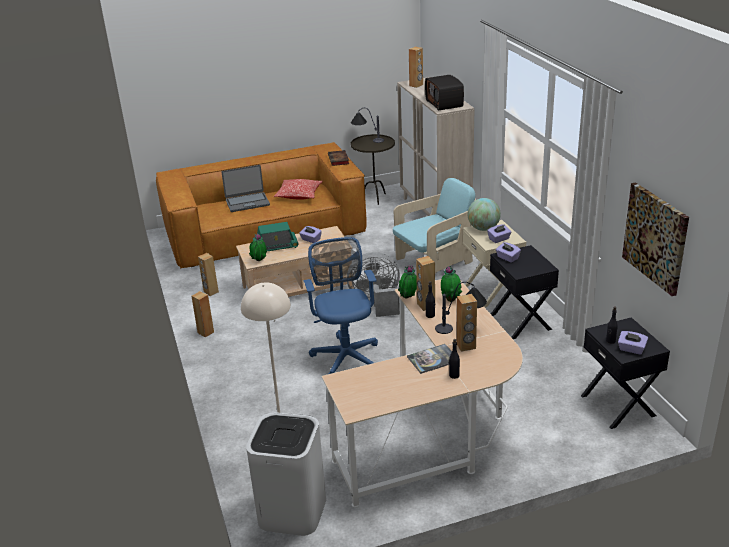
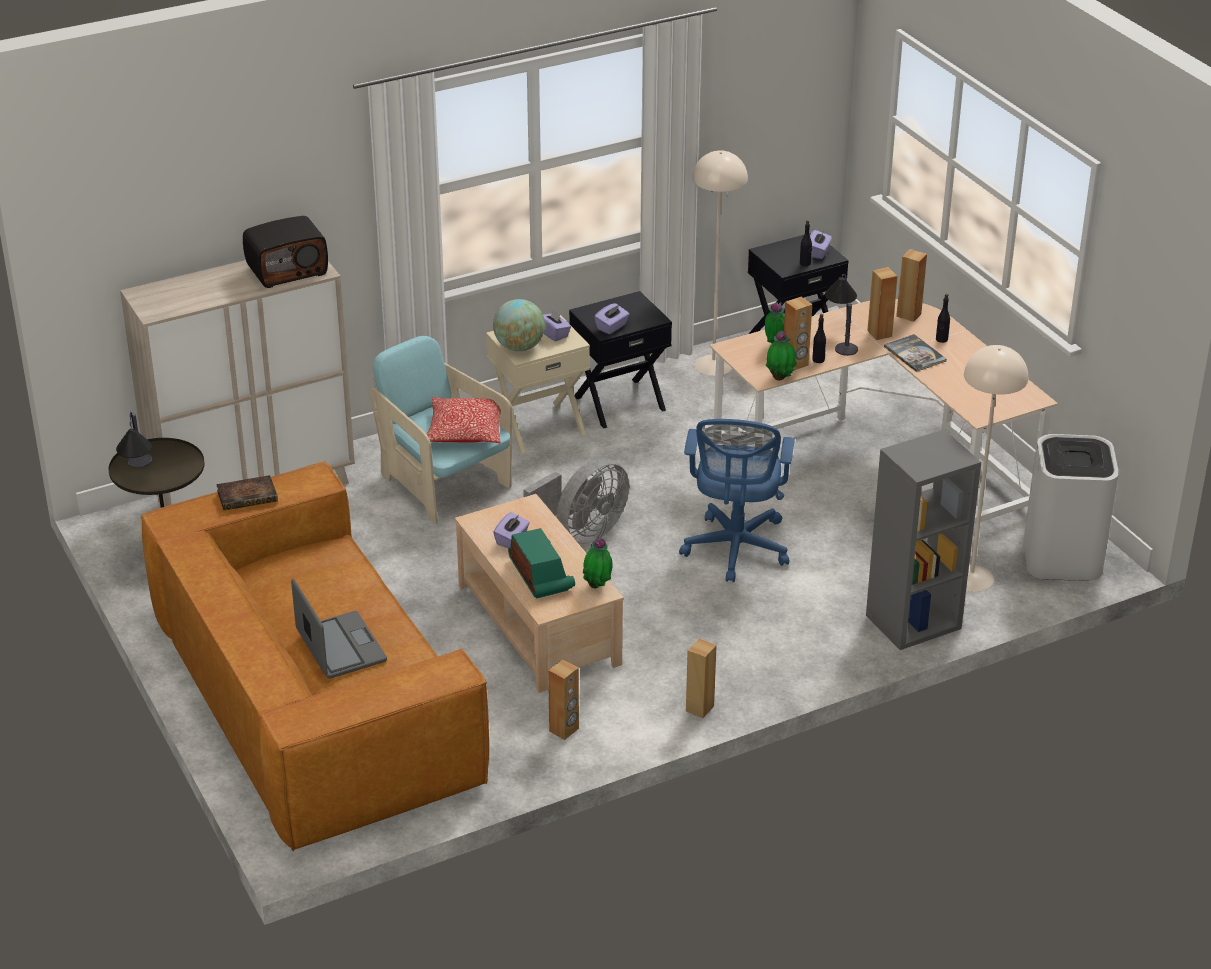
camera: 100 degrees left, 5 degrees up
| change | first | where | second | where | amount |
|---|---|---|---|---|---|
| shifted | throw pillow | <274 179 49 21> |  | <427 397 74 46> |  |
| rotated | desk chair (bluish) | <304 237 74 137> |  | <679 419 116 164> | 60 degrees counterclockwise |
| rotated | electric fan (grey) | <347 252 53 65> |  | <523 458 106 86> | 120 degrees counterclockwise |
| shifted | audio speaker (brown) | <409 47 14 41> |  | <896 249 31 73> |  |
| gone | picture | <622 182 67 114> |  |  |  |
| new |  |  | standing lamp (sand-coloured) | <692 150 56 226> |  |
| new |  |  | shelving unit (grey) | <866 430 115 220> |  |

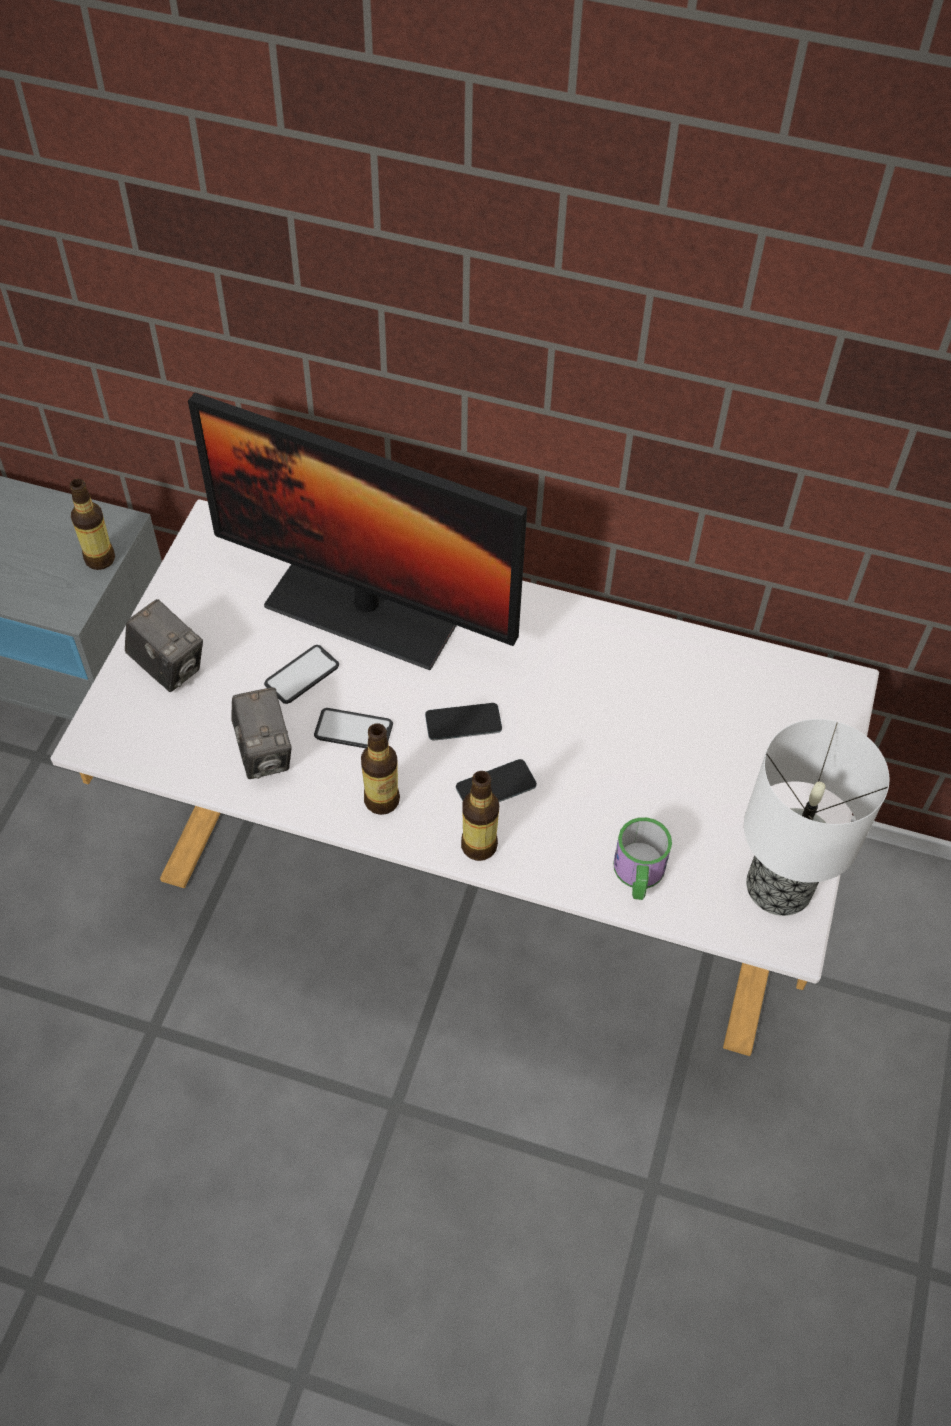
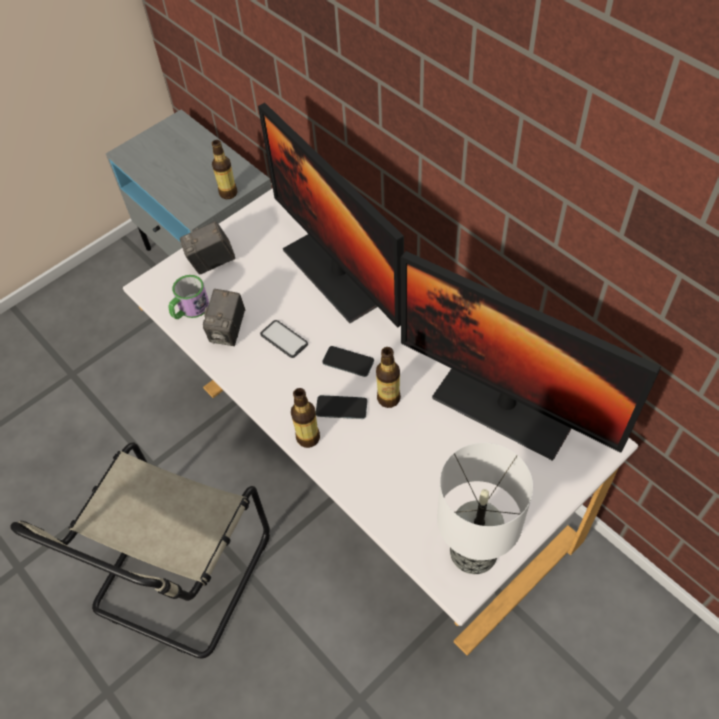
camera: 35 degrees right, 0 degrees up
| change | first | where | second | where | amount |
|---|---|---|---|---|---|
| rotated | still camera | <125 599 78 93> |  | <180 221 55 53> | 90 degrees clockwise |
| gone | handset | <264 645 75 59> |  |  |  |
| shifted | drink bottle | <361 723 39 92> |  | <376 347 25 61> |  |
| shifted | coffee mug | <613 817 59 83> |  | <168 275 41 44> |  |
| new |  |  | chair (sand-coloured) | <10 443 260 216> |  |
| new |  |  | monitor | <400 251 261 210> |  |

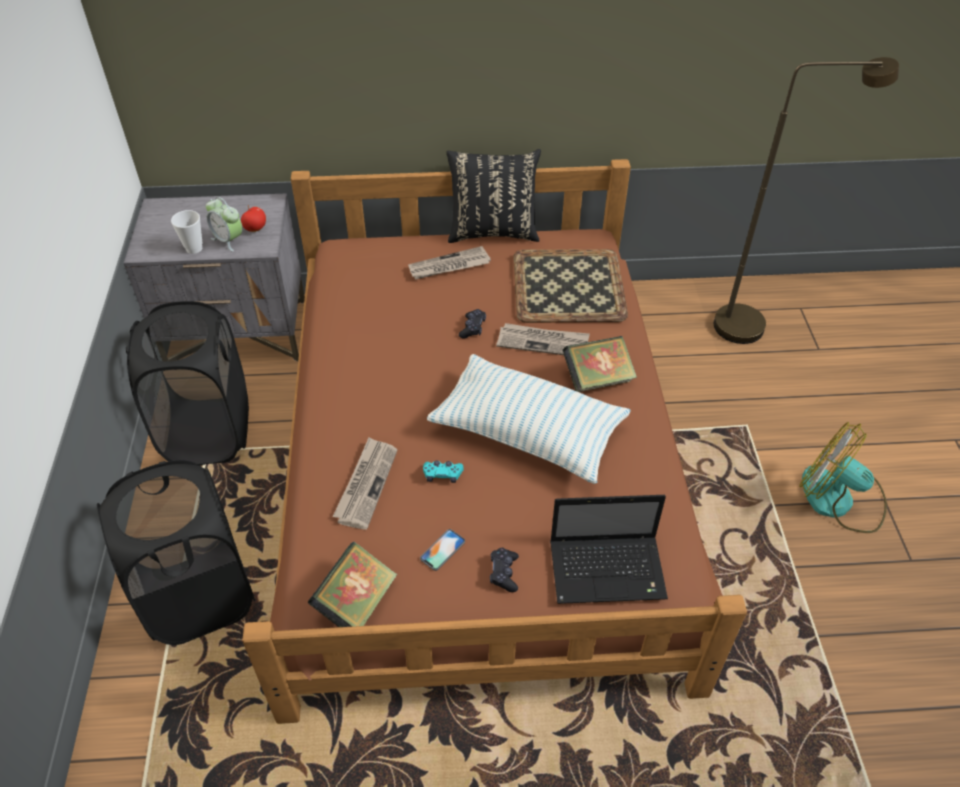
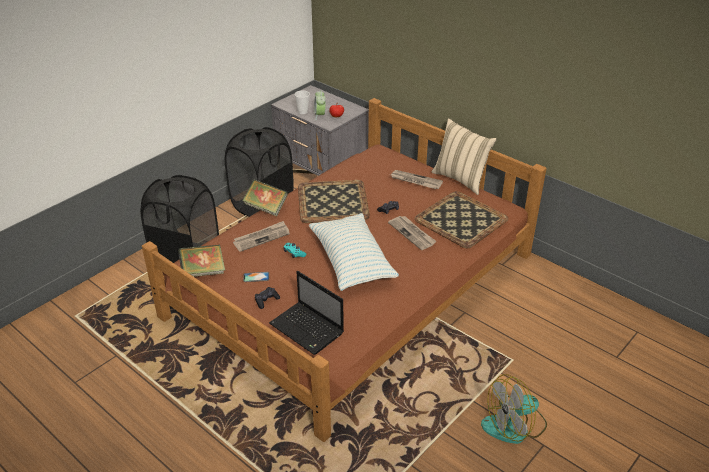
camera: 45 degrees right, 10 degrees down
| change | first | where | second | where | amount |
|---|---|---|---|---|---|
| repainted | throw pillow (blackish) | <446 149 95 94> | throw pillow (sand-coloured) | <432 118 65 77> |  |
| shifted | volume | <563 336 74 56> |  | <243 179 45 37> |  |
| gone | standing lamp (brown) | <714 57 185 287> |  |  |  |
| rotated | electric fan | <799 422 88 111> |  | <481 374 66 70> | 105 degrees counterclockwise |
| new |  |  | serving tray | <298 180 72 43> |  |

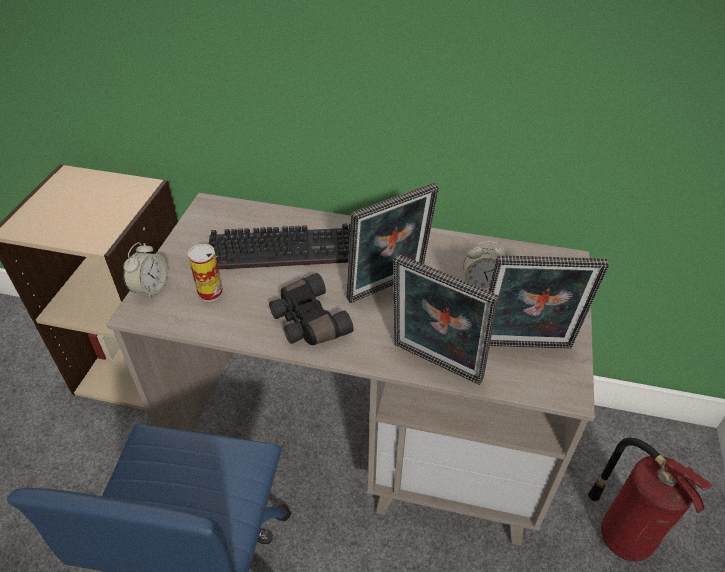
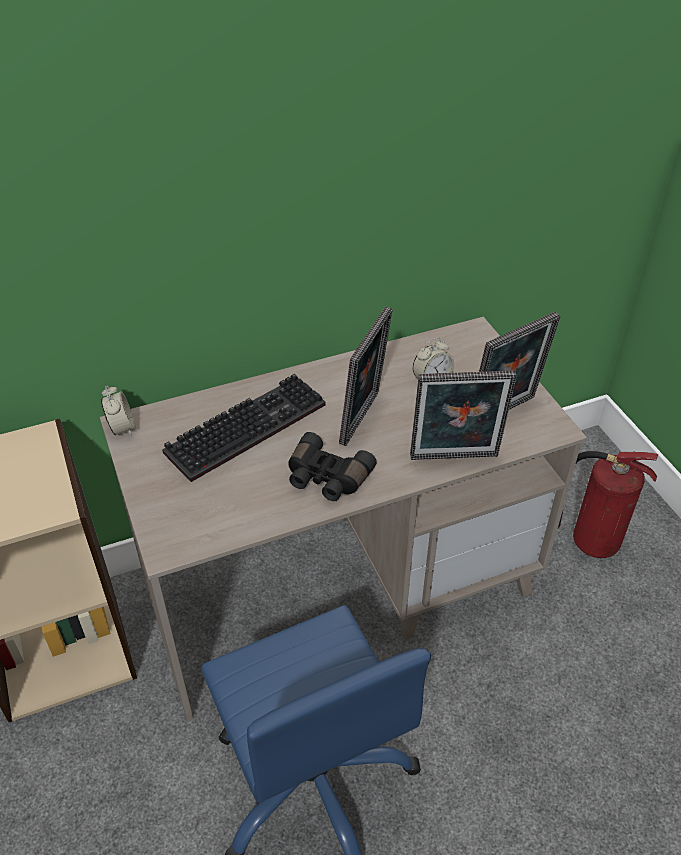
camera: 35 degrees left, 0 degrees up
| change | first | where | second | where | amount |
|---|---|---|---|---|---|
| shifted | table clock | <123 242 45 58> |  | <101 386 34 50> |  |
| gone | can | <188 244 35 58> |  |  |  |

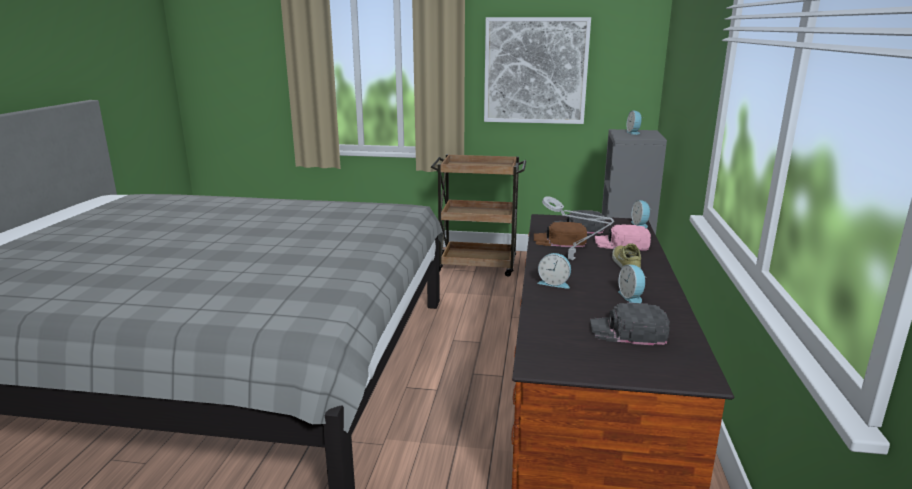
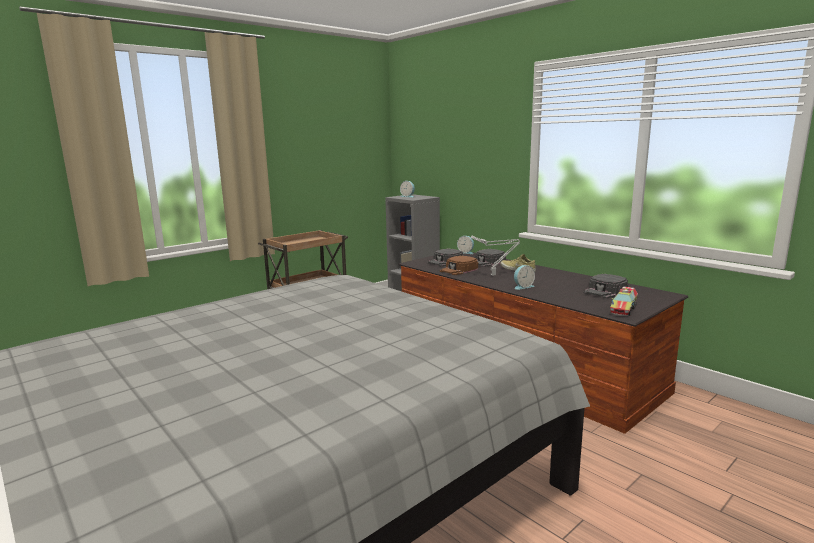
camera: 50 degrees left, 5 degrees down
| change | first | where | second | where | amount |
|---|---|---|---|---|---|
| gone | picture | <484 17 107 107> |  |  |  |
| repainted | baseball cap (pink) | <595 224 56 27> | baseball cap (blackish) | <475 249 31 18> |  |
| gone | table clock | <618 265 29 38> |  |  |  |
| new |  |  | toy lorry | <610 286 28 30> |  |

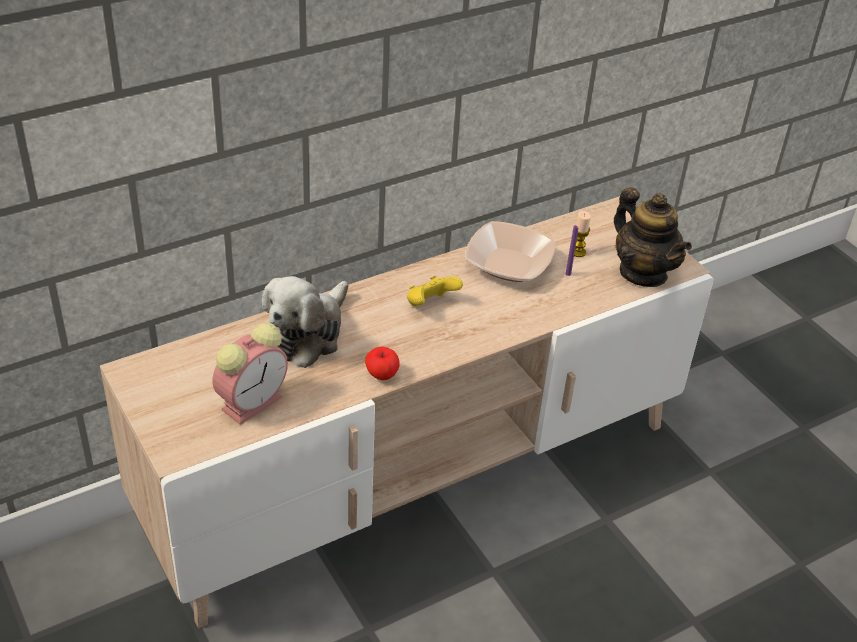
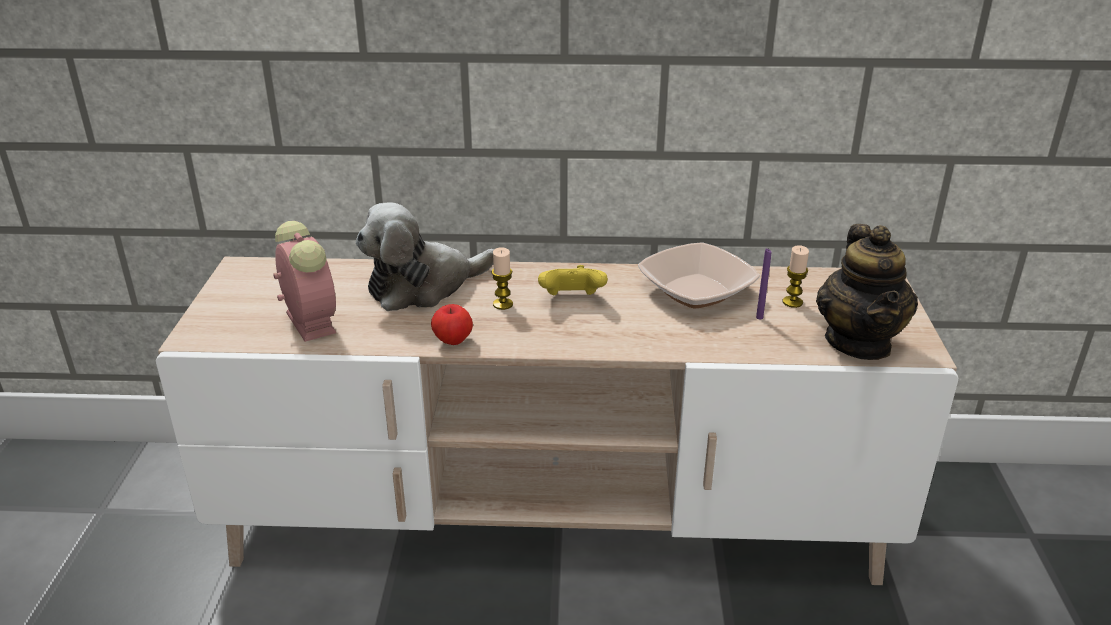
camera: 35 degrees right, 10 degrees down
| change | first | where | second | where | amount |
|---|---|---|---|---|---|
| rotated | table clock | <212 323 76 102> |  | <273 221 63 121> | 105 degrees counterclockwise |
| new |  |  | wax candle | <492 247 21 63> |  |

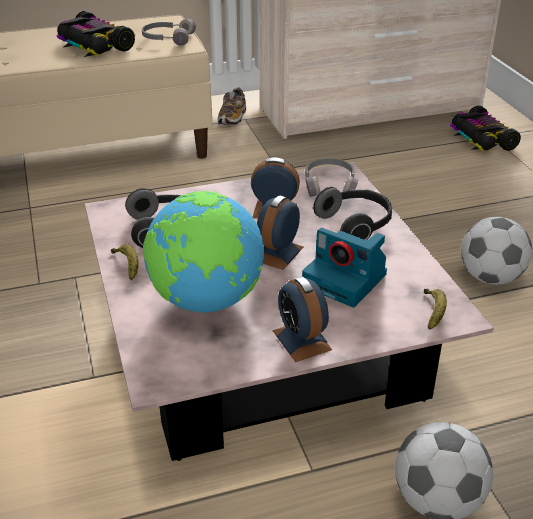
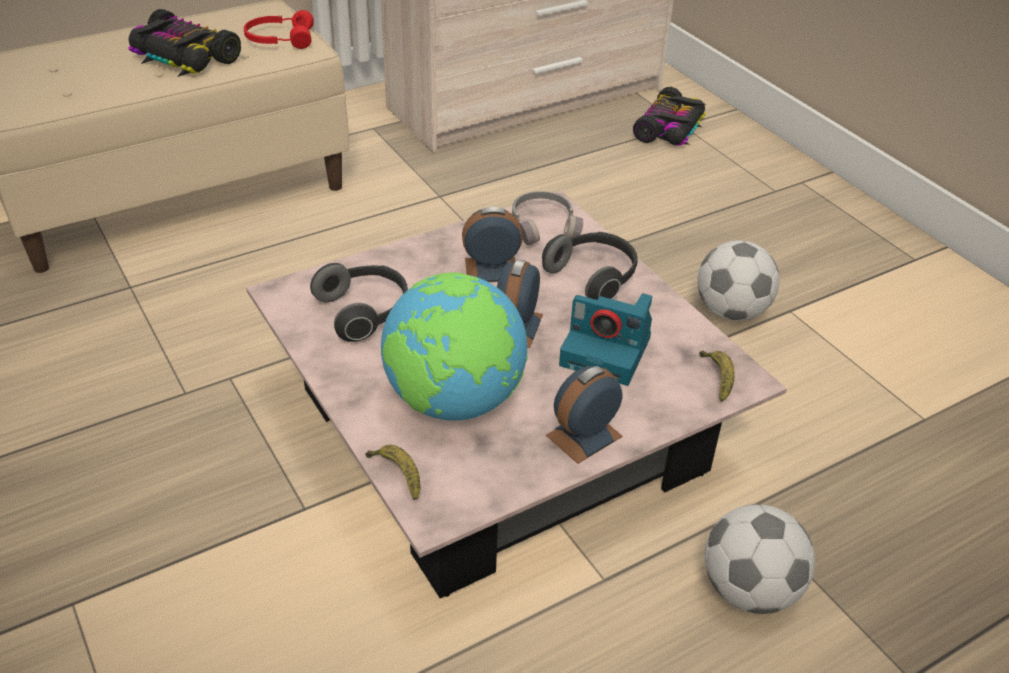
camera: 15 degrees left, 5 degrees up
| change | first | where | second | where | amount |
|---|---|---|---|---|---|
| shifted | whole banana | <111 244 28 36> |  | <365 445 55 55> |  |
| repainted | headset (grey) | <142 19 54 27> | headset (red) | <244 10 70 39> |  |
| gone | shoe | <218 87 28 39> |  |  |  |
| rotated | table clock | <273 277 59 85> |  | <546 366 77 98> | 90 degrees clockwise |
| rotated | model car | <450 106 71 45> |  | <633 87 74 59> | 120 degrees counterclockwise |

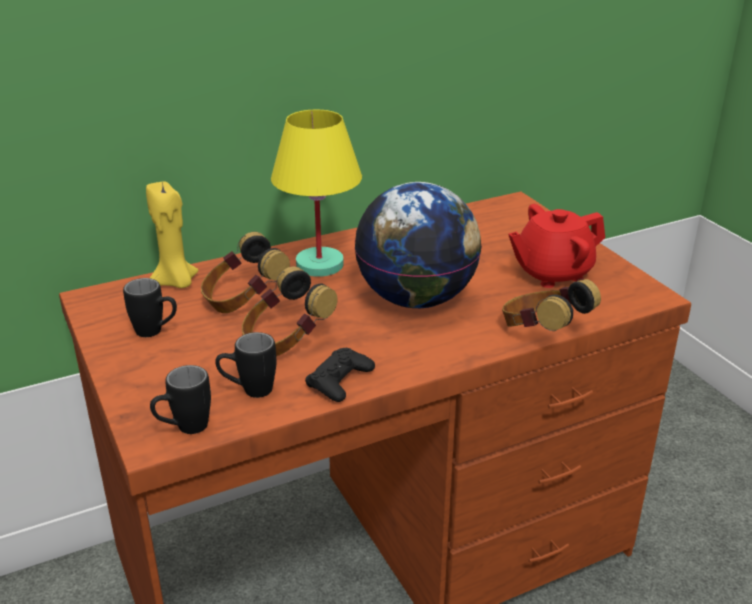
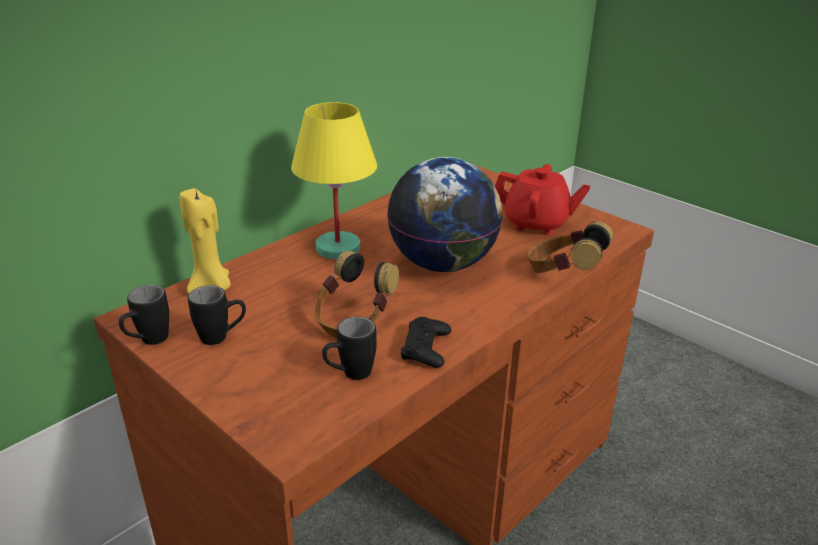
camera: 20 degrees left, 0 degrees up
| change | first | where | second | where | amount |
|---|---|---|---|---|---|
| shifted | coffee mug (blackish) | <150 365 61 69> |  | <119 285 50 60> |  |
| gone | headset | <201 232 89 81> |  |  |  |
| rotated | tea pot (red) | <508 204 97 84> |  | <495 164 95 71> | 120 degrees counterclockwise |

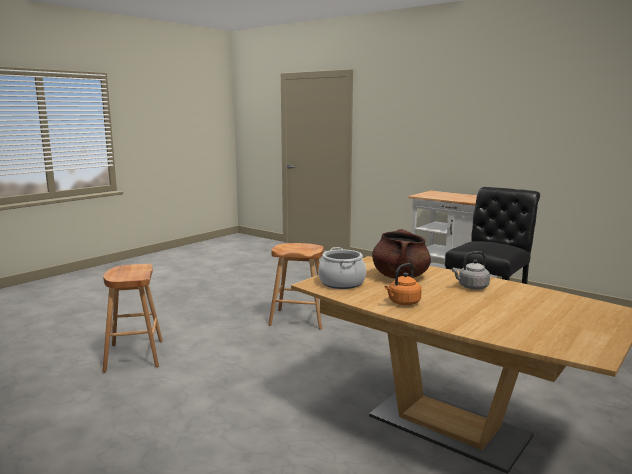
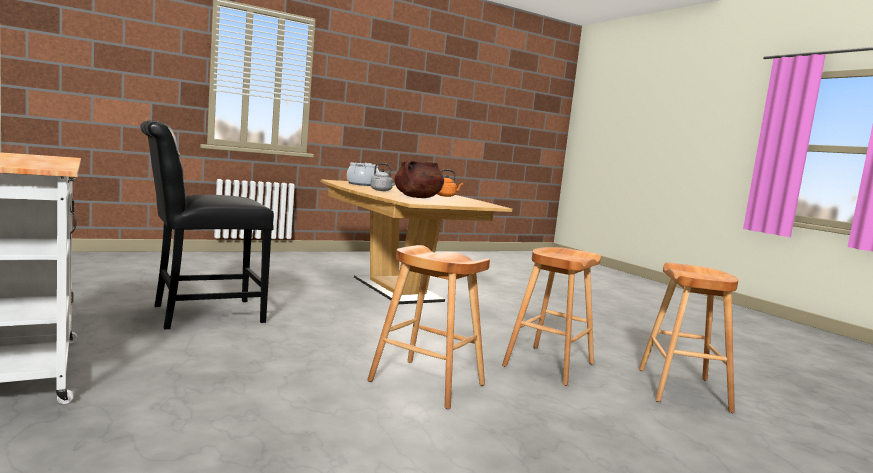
camera: 160 degrees left, 5 degrees down
| change | first | where | second | where | amount |
|---|---|---|---|---|---|
| shifted | cooking pot | <318 247 48 42> |  | <347 163 32 23> |  |
| new |  |  | stool seat (brown) | <502 247 99 139> |  |

